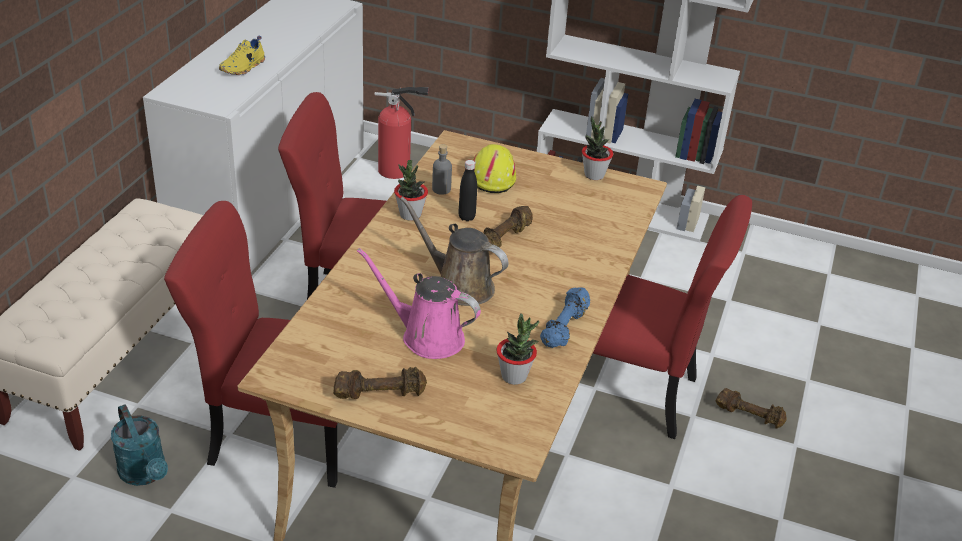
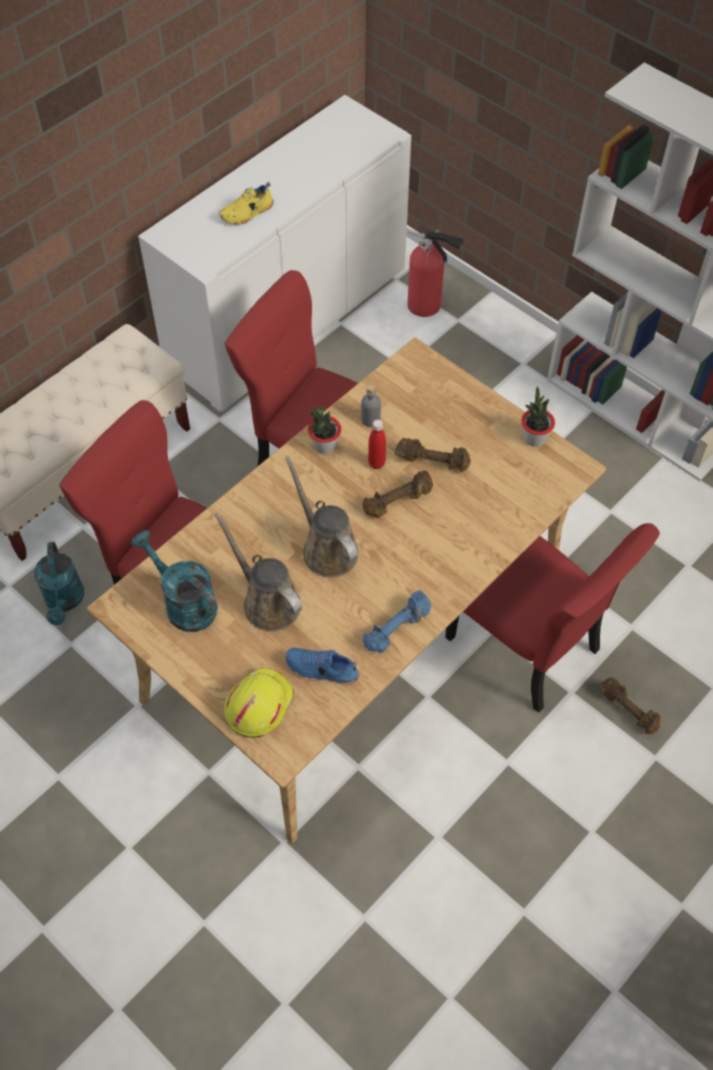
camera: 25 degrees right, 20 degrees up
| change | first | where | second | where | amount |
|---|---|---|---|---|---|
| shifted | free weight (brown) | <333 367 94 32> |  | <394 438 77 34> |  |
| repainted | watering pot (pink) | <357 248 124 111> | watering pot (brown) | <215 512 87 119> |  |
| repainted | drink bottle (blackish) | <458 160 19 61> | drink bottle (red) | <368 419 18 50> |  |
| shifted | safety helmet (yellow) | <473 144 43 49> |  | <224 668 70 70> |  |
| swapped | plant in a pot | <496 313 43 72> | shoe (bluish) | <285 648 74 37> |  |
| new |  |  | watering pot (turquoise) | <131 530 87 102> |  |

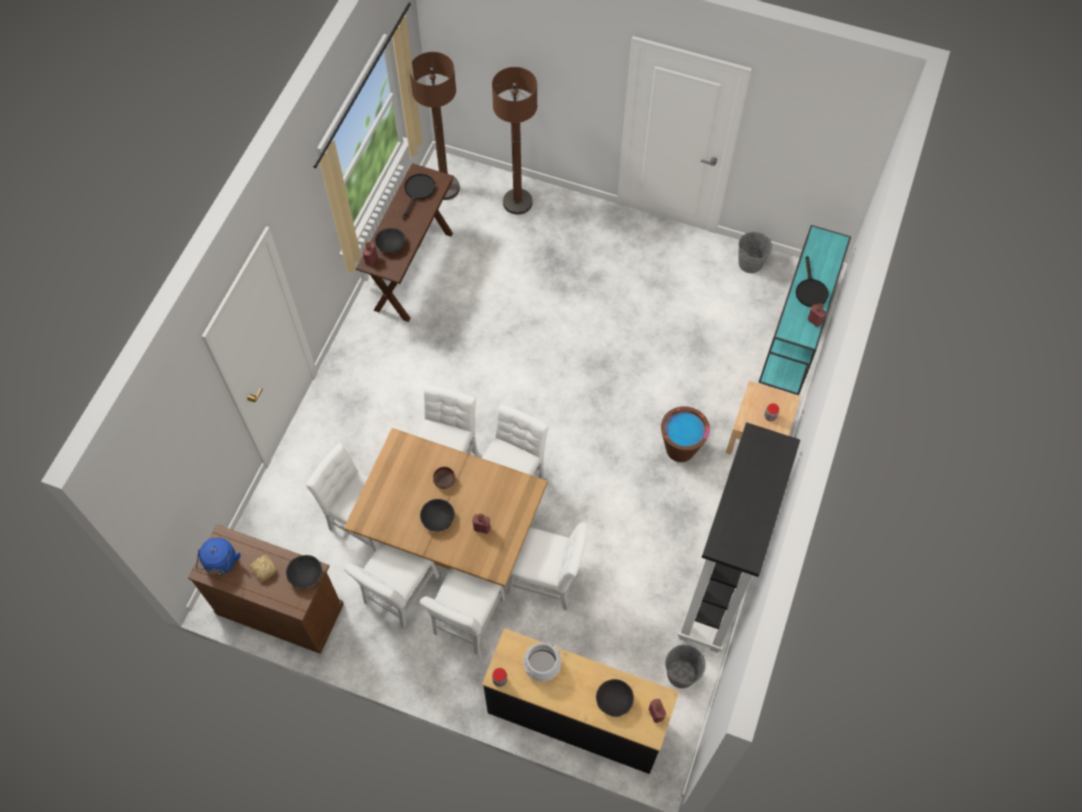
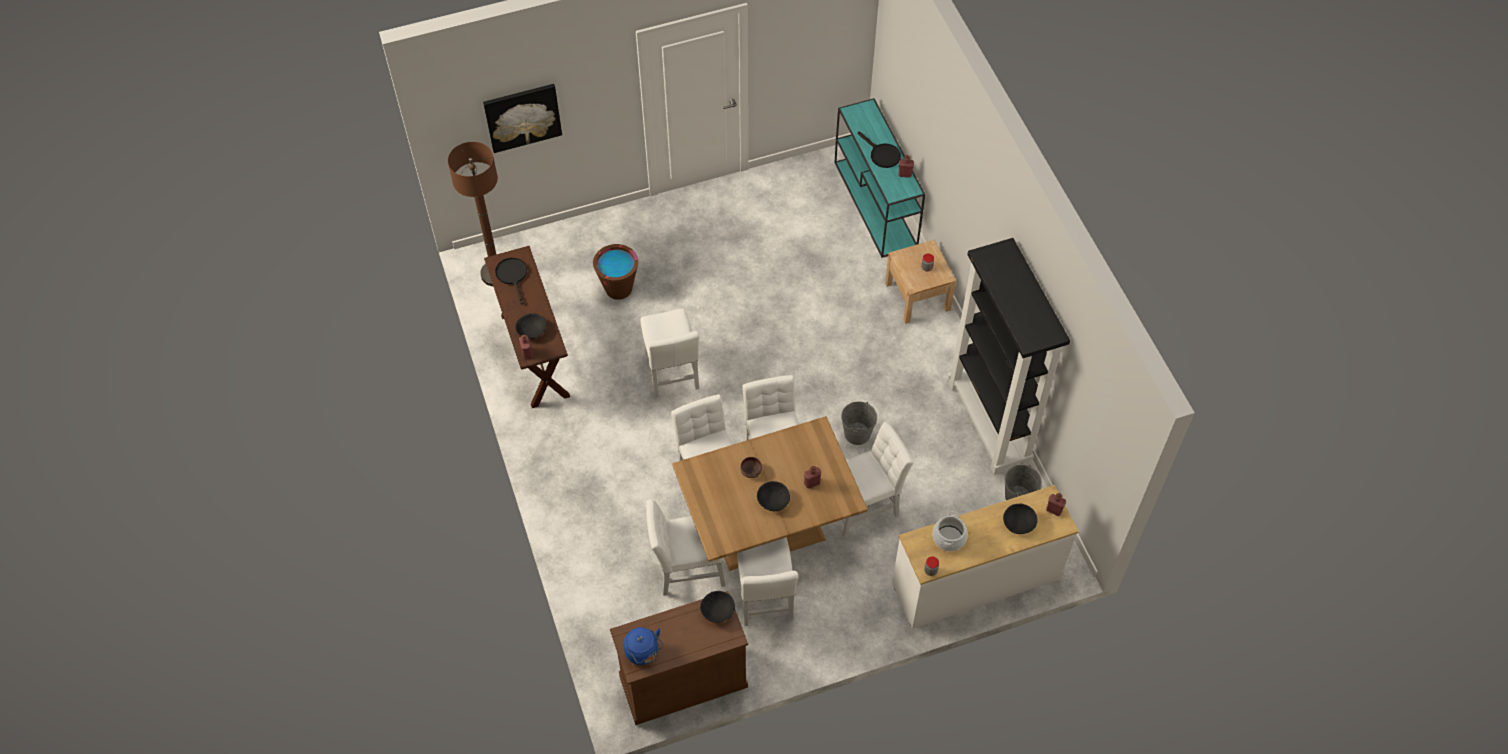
camera: 40 degrees left, 5 degrees down
| change | first | where | second | where | amount |
|---|---|---|---|---|---|
| gone | bakery bread | <249 555 28 26> |  |  |  |
| shifted | chair (white) | <420 568 85 87> |  | <640 308 59 90> |  |
| repainted | drawer chest (blackish) | <482 628 197 146> | drawer chest (white) | <892 485 187 144> |  |
| gone | standing lamp (brown) | <492 67 45 148> |  |  |  |
| shifted | pail (brown) | <661 406 49 56> |  | <593 244 45 56> |  |
| shifted | pail (grey) | <738 232 34 41> |  | <841 401 36 44> |  |
| new |  |  | picture | <483 84 79 69> |  |

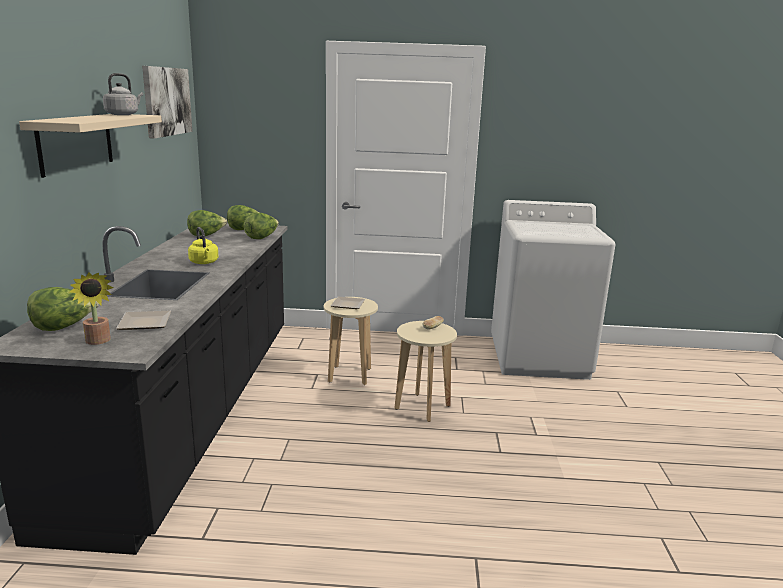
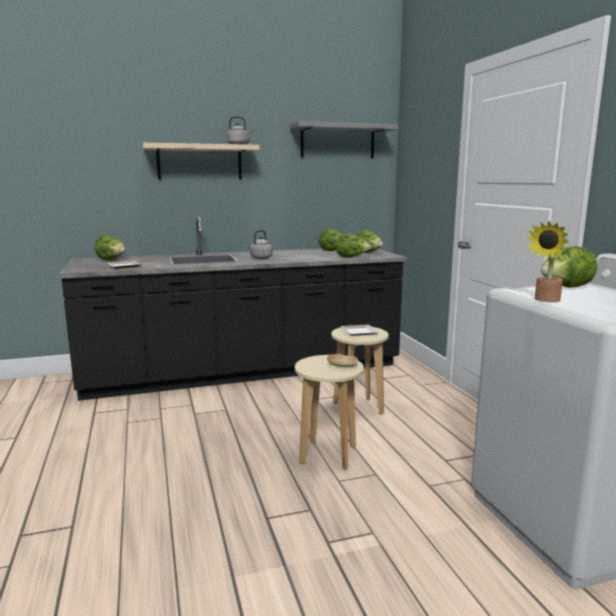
camera: 70 degrees right, 5 degrees down
| change | first | where | second | where | amount |
|---|---|---|---|---|---|
| shifted | plant in a pot | <69 272 45 73> |  | <526 221 42 81> |  |
| swapped | picture | <142 66 50 73> | bracket shelf (grey) | <290 121 108 37> |  |
| repainted | water kettle (yellow) | <188 227 31 37> | water kettle (grey) | <247 230 26 29> |  |
| new |  |  | head of lettuce | <541 246 56 42> |  |

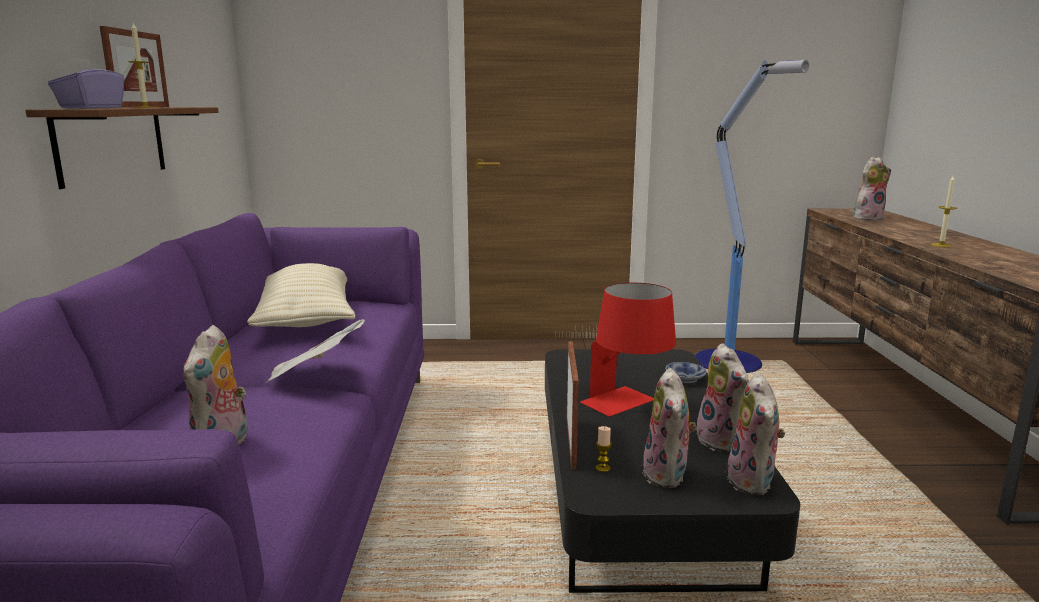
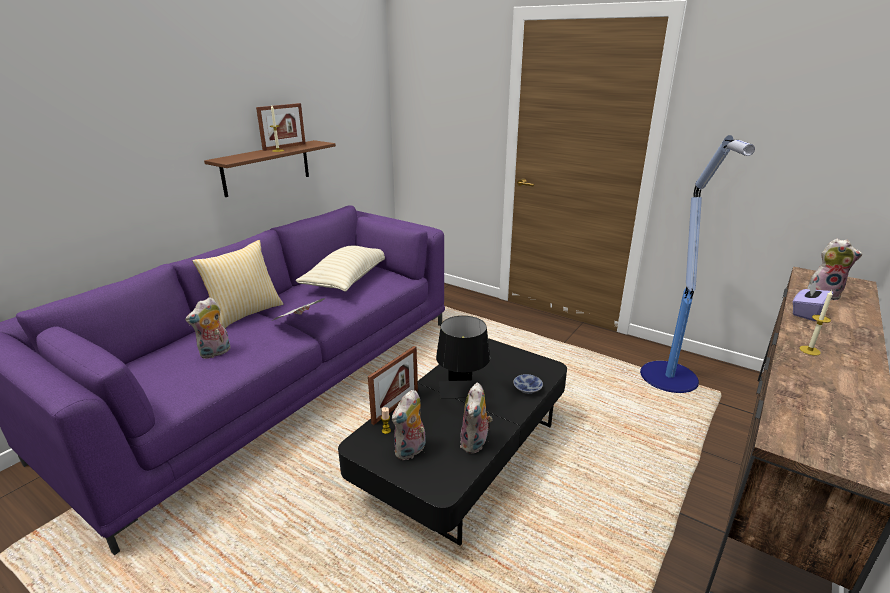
camera: 35 degrees right, 10 degrees up
| change | first | where | second | where | amount |
|---|---|---|---|---|---|
| shifted | tissue holder (purple-coloured) | <48 57 76 51> |  | <793 281 40 40> |  |
| repainted | table lamp (red) | <580 283 96 133> | table lamp (blackish) | <436 316 54 83> |  |
| gone | cuddly toy | <727 373 58 122> |  |  |  |
| new |  |  | throw pillow | <192 240 91 88> |  |

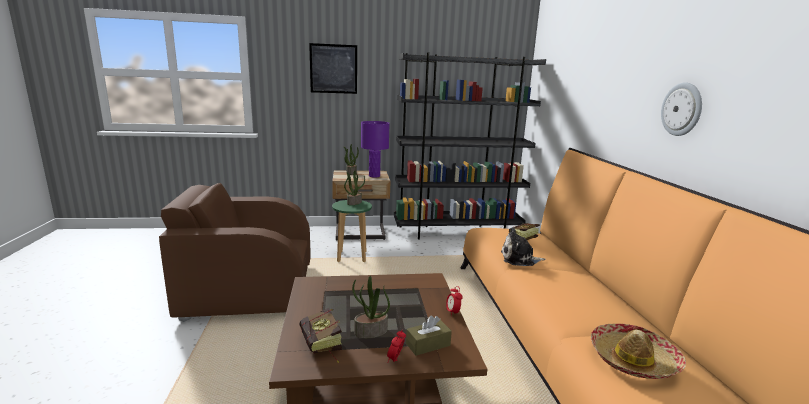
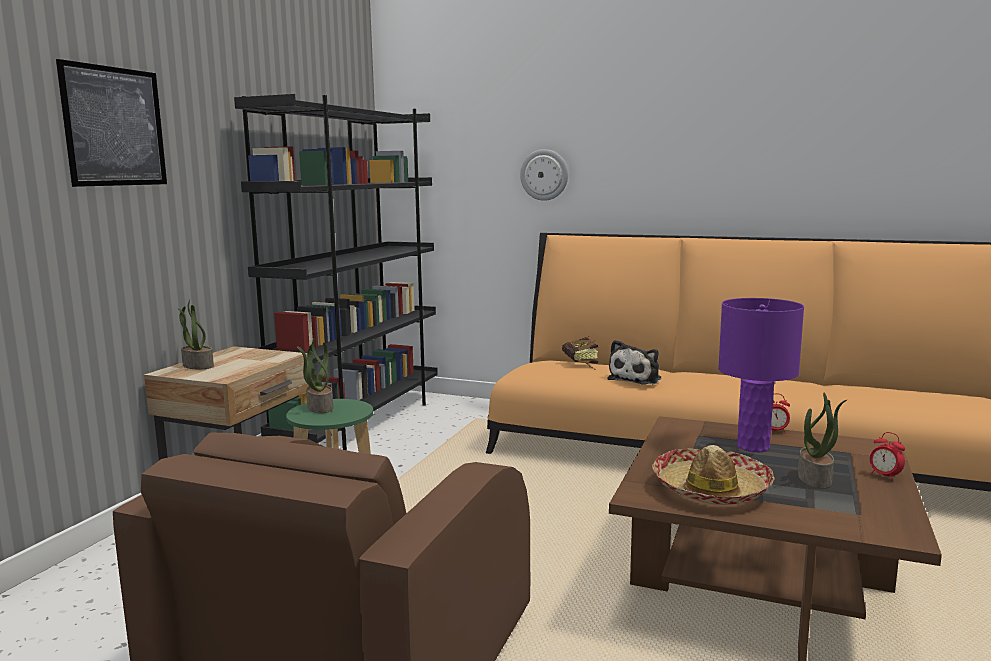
camera: 60 degrees left, 5 degrees down
| change | first | where | second | where | amount |
|---|---|---|---|---|---|
| gone | volume | <299 308 43 55> |  |  |  |
| shifted | table lamp (purple-coloured) | <361 121 29 57> |  | <718 298 86 154> |  |
| gone | tissue holder (brown) | <406 316 46 40> |  |  |  |
| shifted | wearable hat | <591 324 95 55> |  | <652 445 123 60> |  |
| shifted | wall clock | <661 82 41 54> |  | <520 149 48 52> |  |

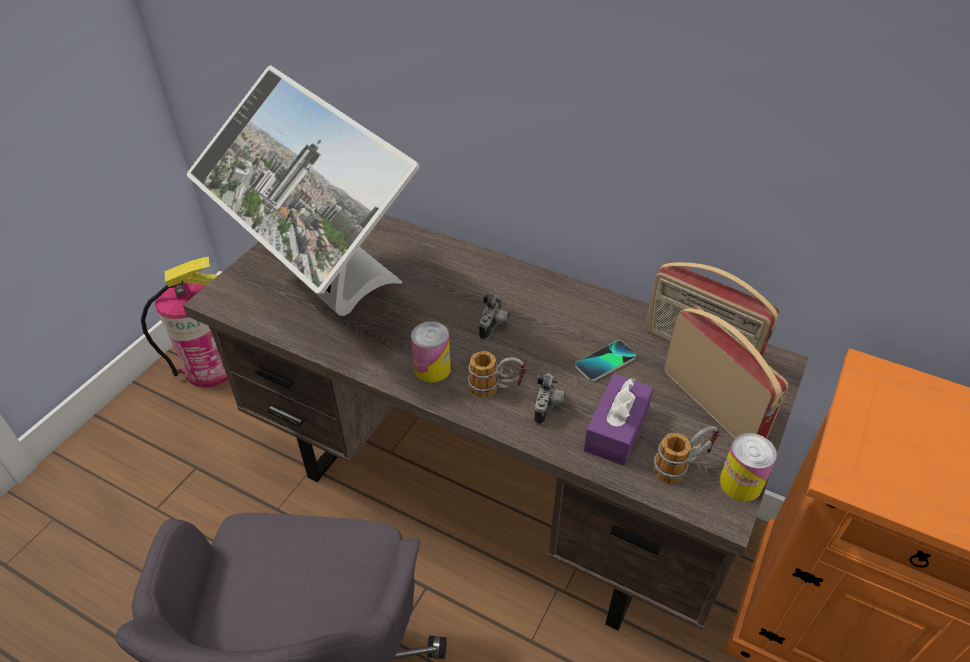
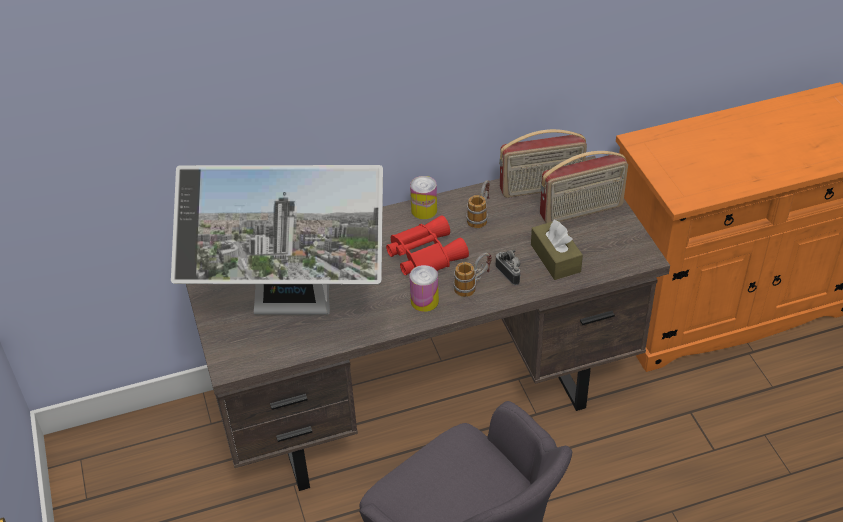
camera: 45 degrees left, 0 degrees up
| change | first | where | second | where | amount |
|---|---|---|---|---|---|
| gone | fire extinguisher | <141 257 87 130> |  |  |  |
| swapped | still camera | <479 294 30 46> | binoculars (red) | <386 215 83 60> |  |
| gone | handset | <575 340 61 41> |  |  |  |
| repainted | tissue holder (purple-coloured) | <584 374 70 92> | tissue holder (brown) | <531 220 52 60> |  |
| shifted | coffee mug | <653 426 67 57> |  | <466 180 24 48> |  |
| rotated | radio receiver | <664 306 125 132> |  | <540 151 88 72> | 150 degrees clockwise |
| shifted | can | <719 433 58 68> |  | <410 176 27 43> |  |

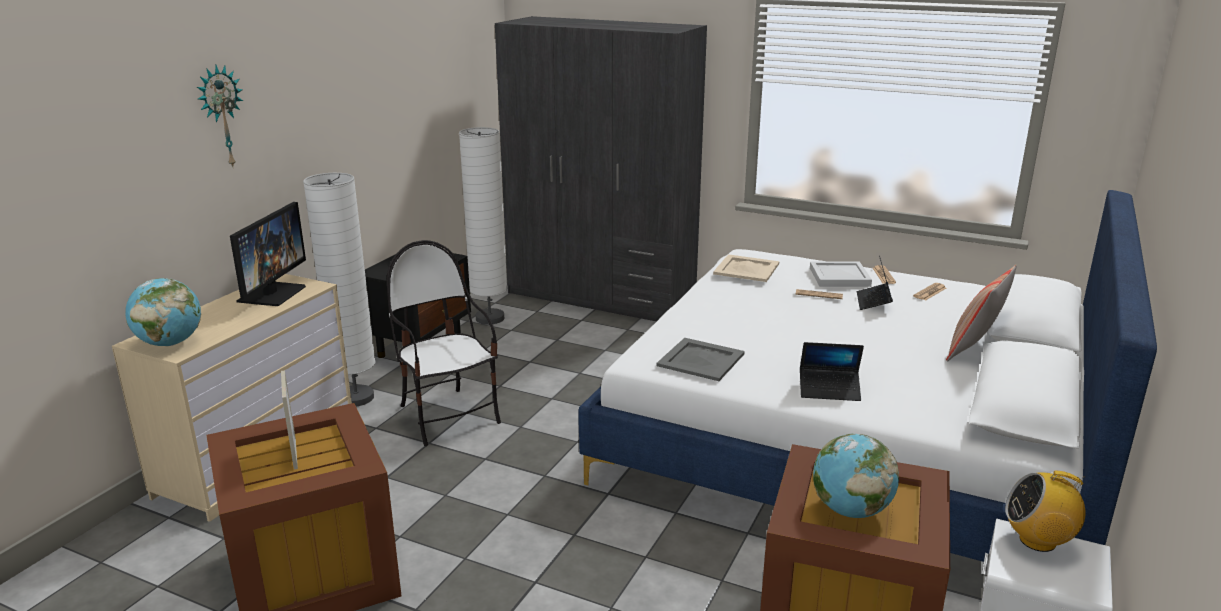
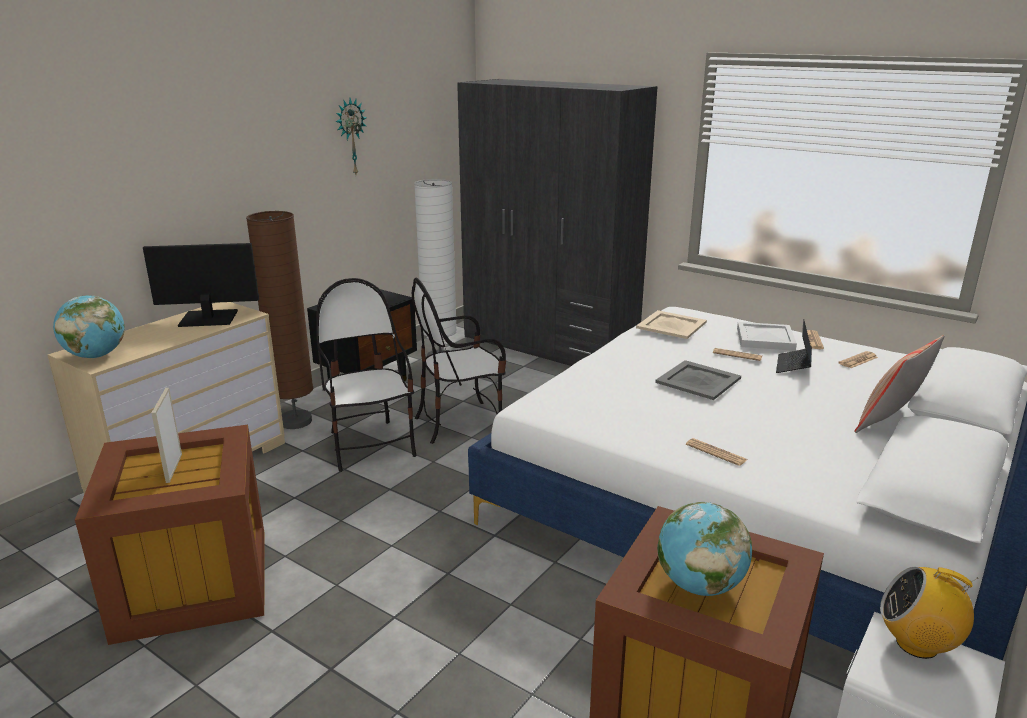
camera: 10 degrees right, 0 degrees up
| change | first | where | second | where | amount |
|---|---|---|---|---|---|
| shifted | wall clock | <197 65 46 102> |  | <336 98 31 76> |  |
| rotated | monitor | <230 202 76 104> |  | <143 243 116 84> | 120 degrees counterclockwise |
| repainted | standing lamp (white) | <303 173 72 233> | standing lamp (brown) | <246 211 67 218> |  |
| shifted | serving tray (grey) | <656 338 89 43> |  | <655 360 86 40> |  |
| swapped | portable computer | <800 342 64 59> | printed paper | <686 438 61 28> |  |
| new |  |  | chair | <412 278 94 166> |  |

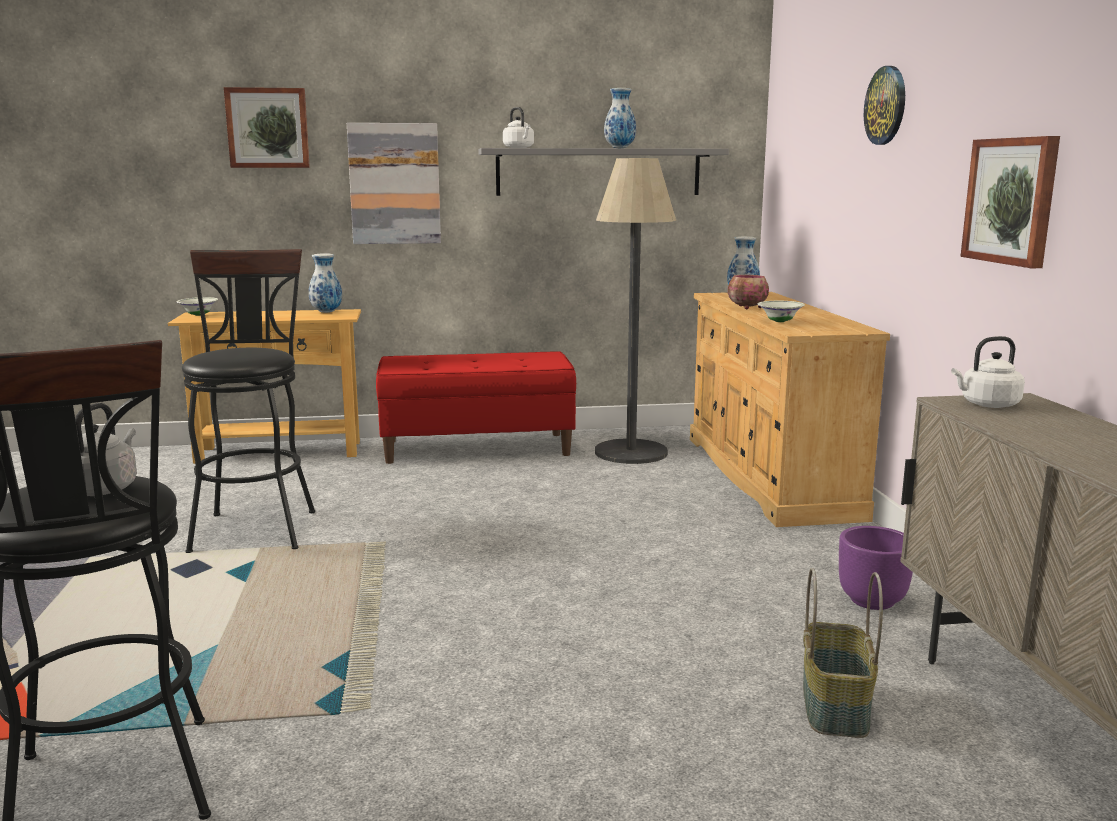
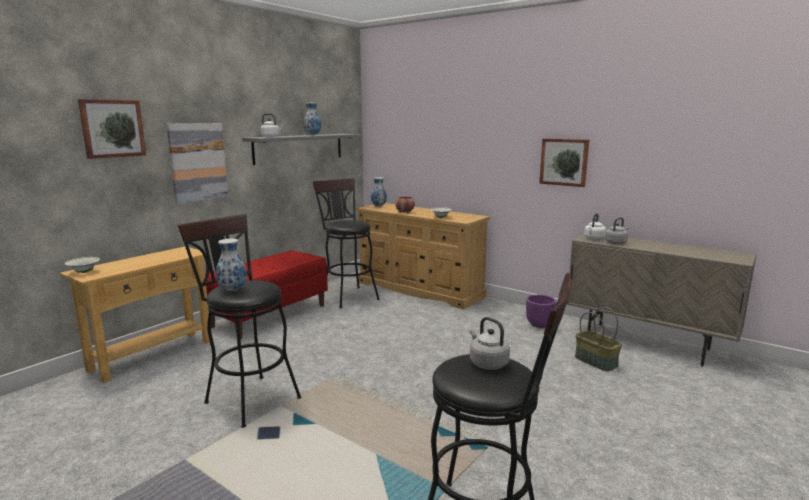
camera: 45 degrees left, 0 degrees up
| change | first | where | second | where | amount |
|---|---|---|---|---|---|
| shifted | decorative vase | <309 253 33 60> |  | <216 239 31 52> |  |
| swapped | standing lamp | <595 158 81 306> | stool seat (blackish) | <313 178 67 130> |  |
| gone | wall clock | <864 66 41 79> |  |  |  |
| new |  |  | water kettle (grey) | <605 218 23 26> |  |

